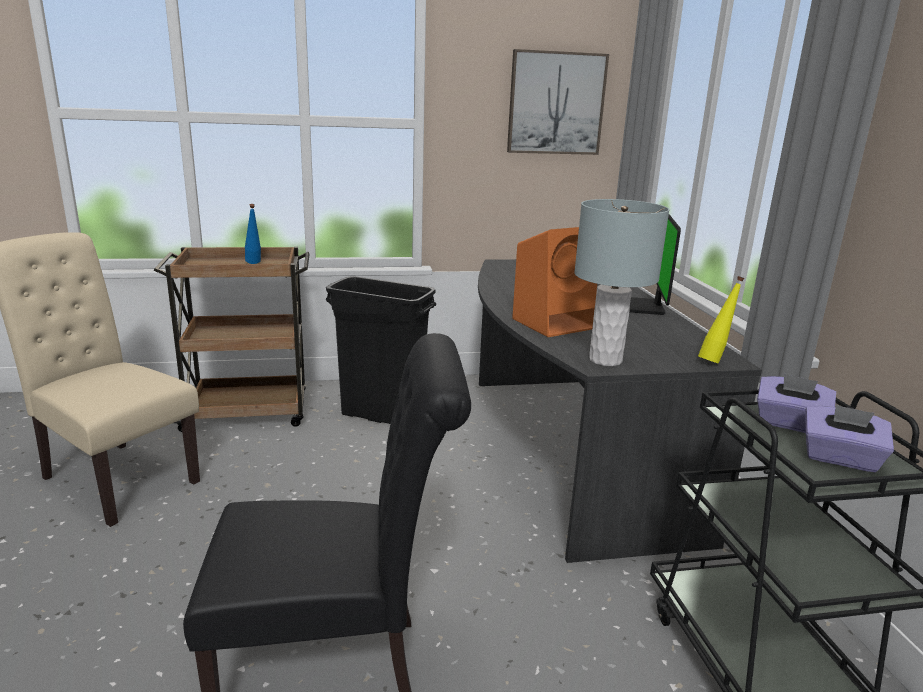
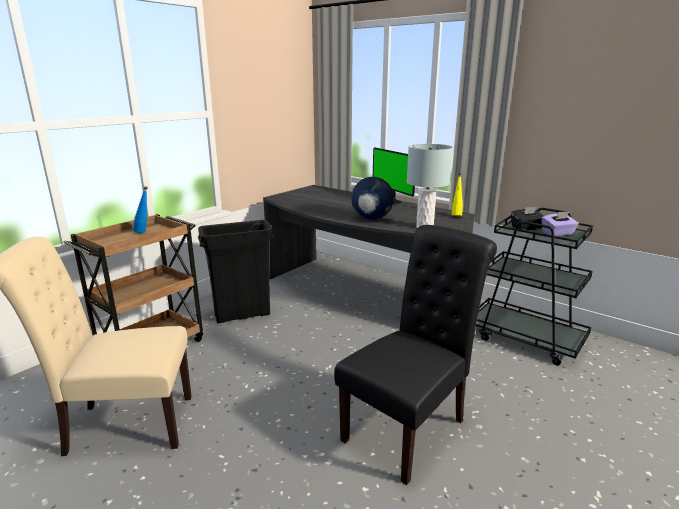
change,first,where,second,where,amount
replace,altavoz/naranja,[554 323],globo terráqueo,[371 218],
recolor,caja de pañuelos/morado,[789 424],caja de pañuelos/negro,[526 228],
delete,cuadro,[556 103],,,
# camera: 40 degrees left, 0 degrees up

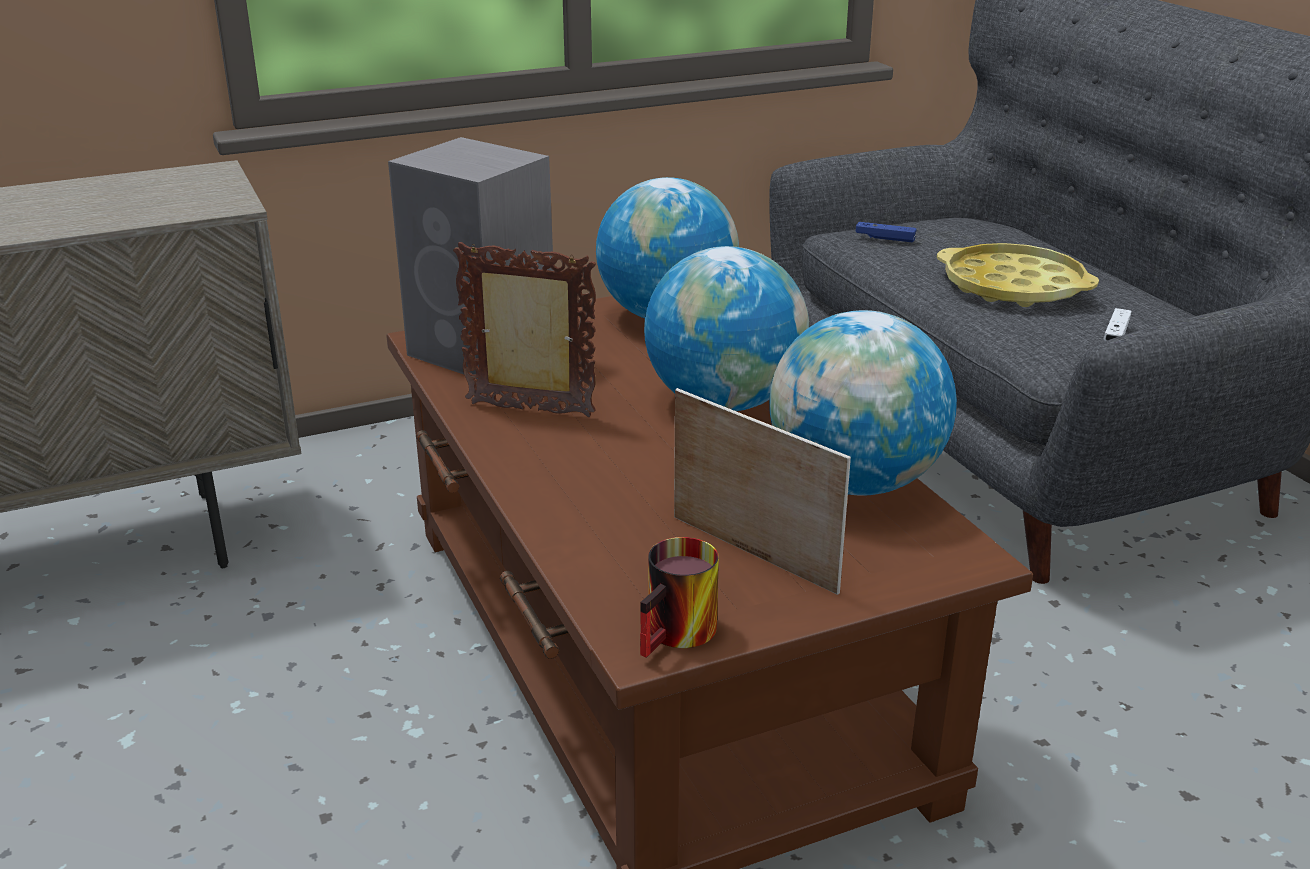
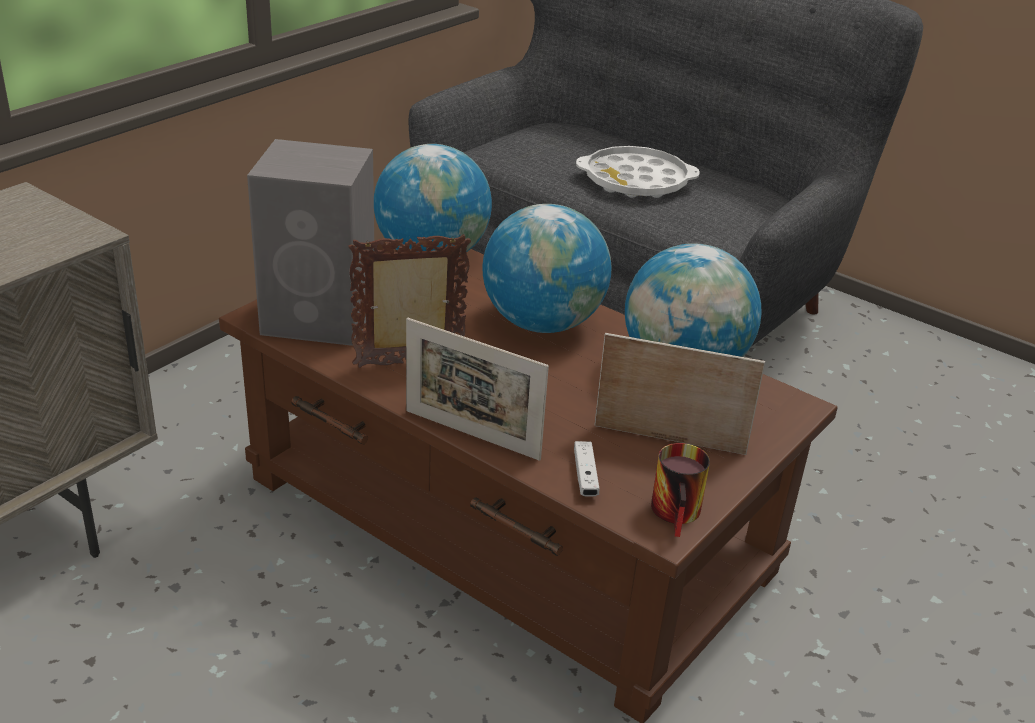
change,first,where,second,where,amount
insert,,,portarretratos,[471 434],
move,mando de consola/blanco,[1116 334],,[585 476],
recolor,bandeja/amarillo,[1013 287],bandeja/blanco,[636 181],
delete,mando de consola/azul,[885 238],,,
# camera: 30 degrees left, 5 degrees up

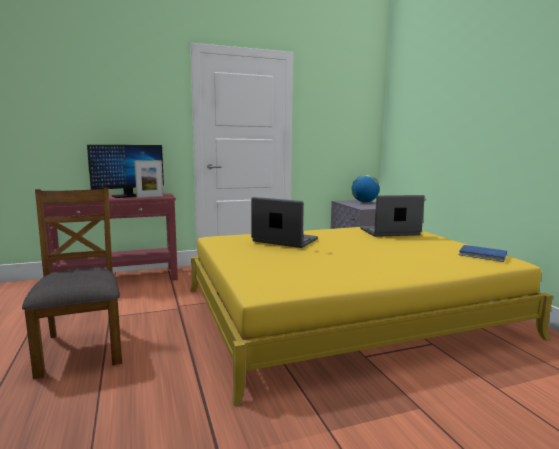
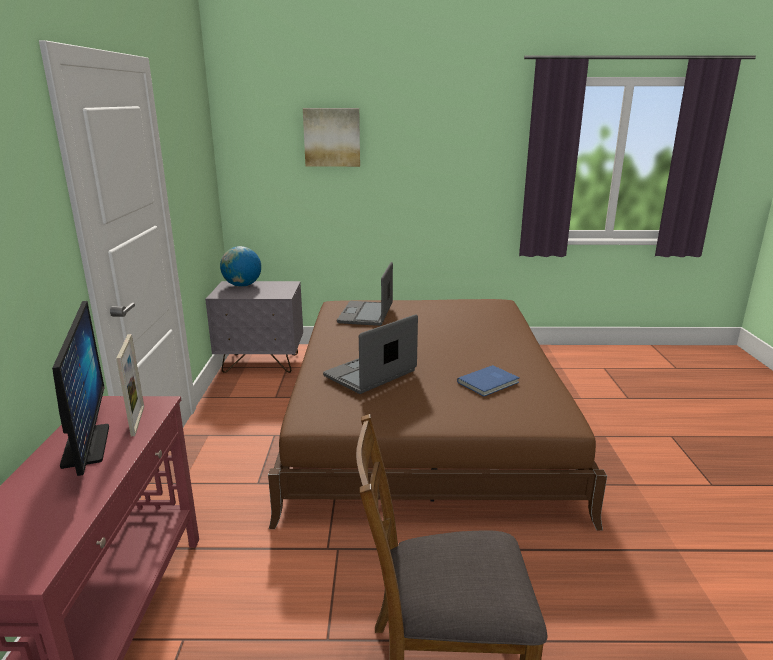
change,first,where,second,where,amount
recolor,cama/amarillo,[346 312],cama/marrón,[423 418],
insert,,,cuadro,[332 137],
move,libro/azul,[483 255],,[489 382],
# camera: 70 degrees left, 10 degrees up

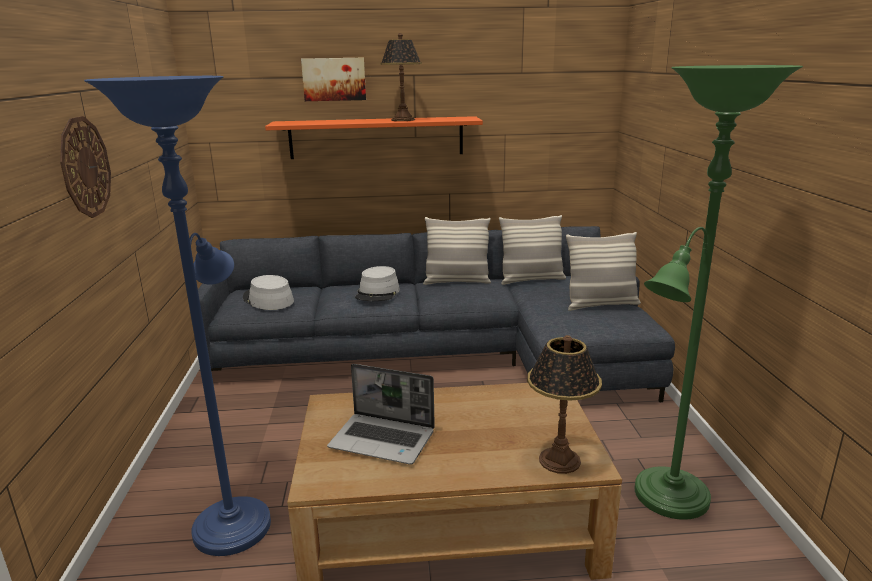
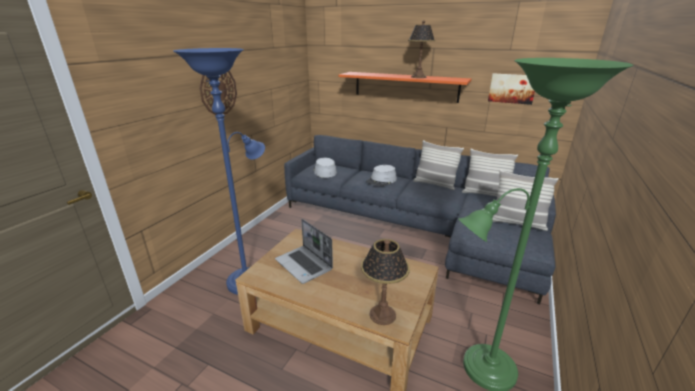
change,first,where,second,where,amount
move,cuadro,[334 79],,[512 88],
# camera: 30 degrees right, 5 degrees up

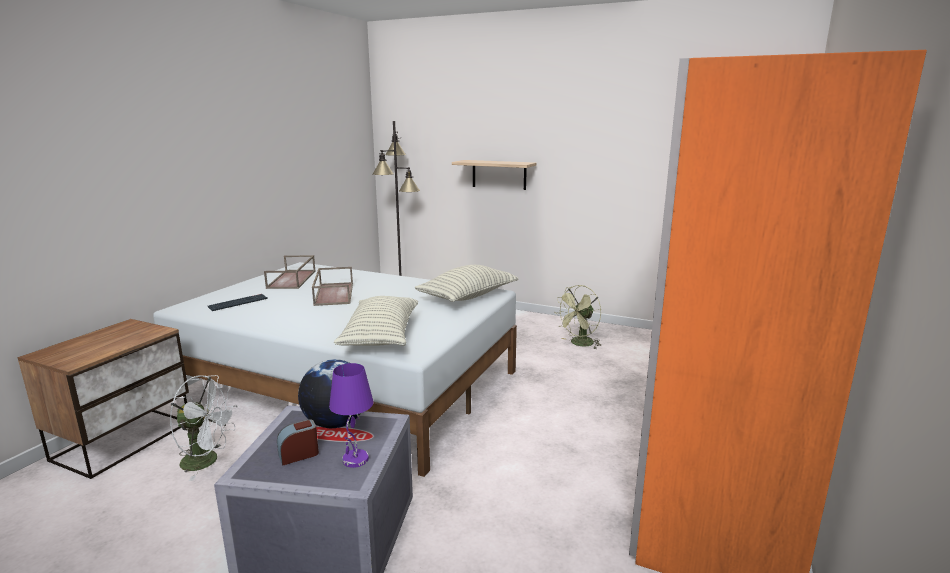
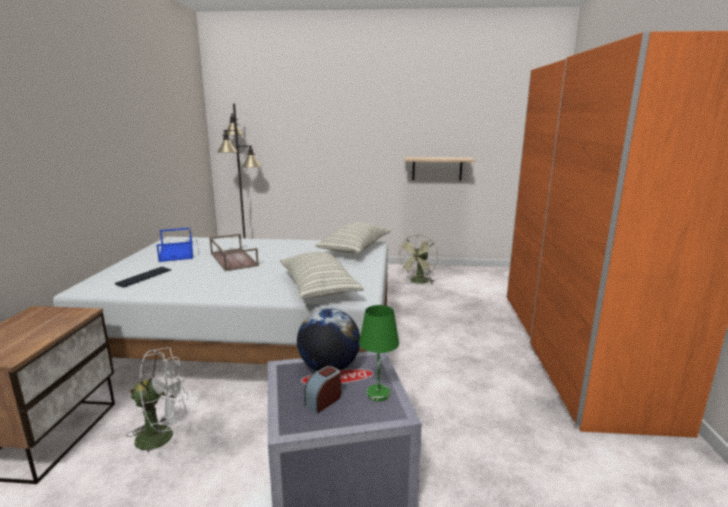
change,first,where,second,where,amount
recolor,bandeja/marrón,[292 279],bandeja/azul,[177 251],
recolor,lámpara de mesa/morado,[355 460],lámpara de mesa/verde,[378 394],
move,estante,[499 174],,[437 168],
# camera: 20 degrees left, 0 degrees up

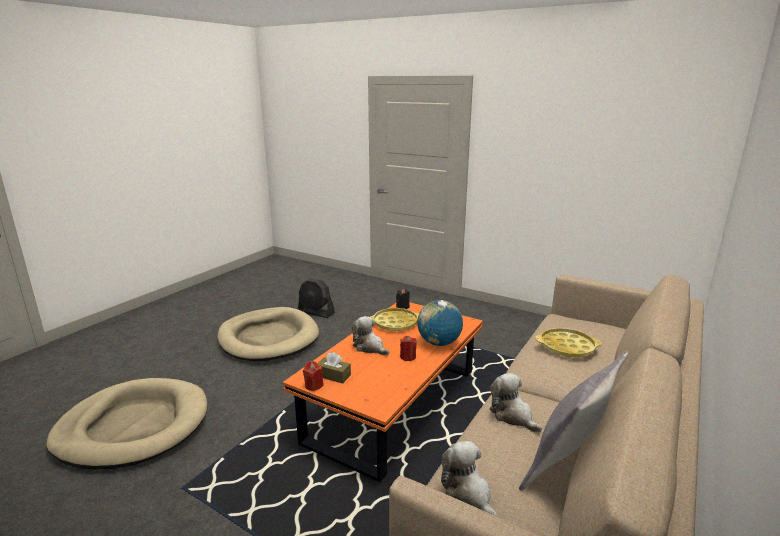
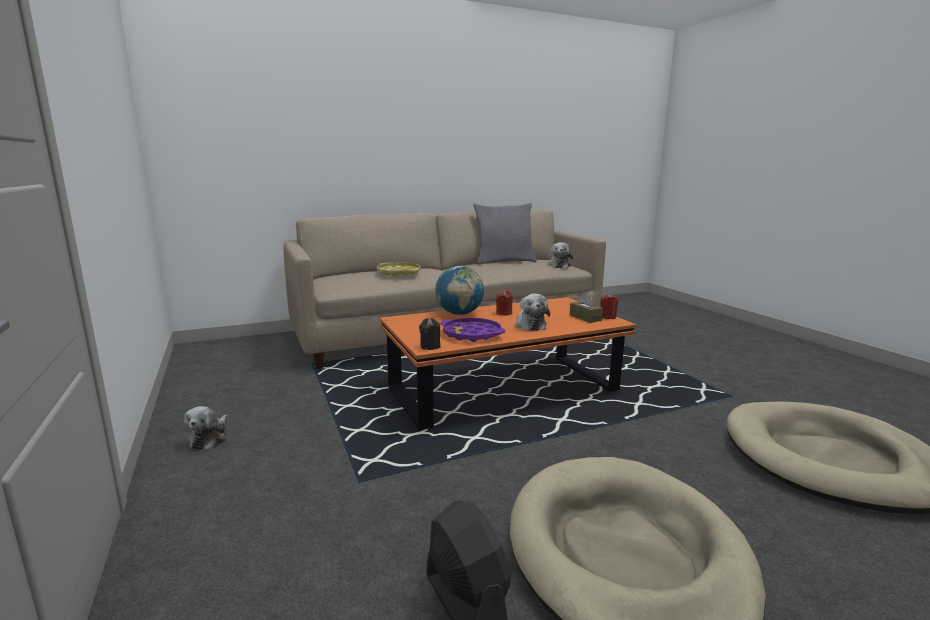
change,first,where,second,where,amount
move,peluche,[513 415],,[210 438],
recolor,bandeja/amarillo,[395 323],bandeja/morado,[472 334],
# camera: 145 degrees left, 5 degrees down

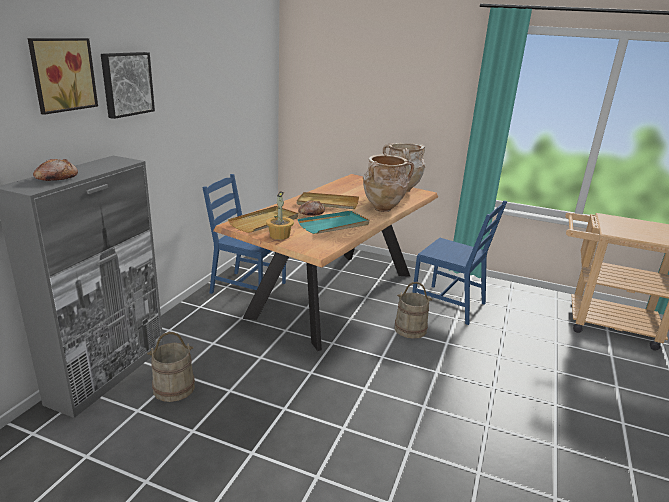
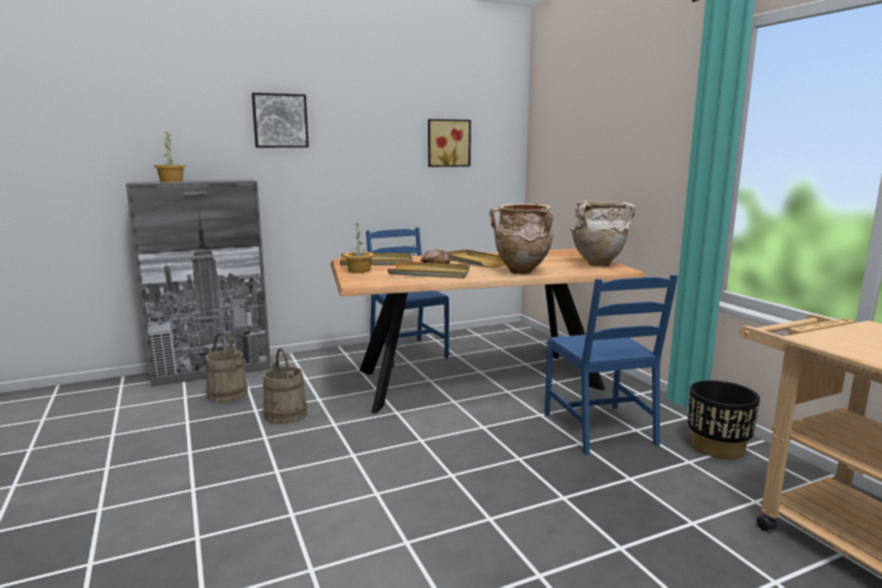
change,first,where,second,where,amount
replace,pan,[56 178],planta en maceta,[171 181],
move,cubo/beis,[410 329],,[286 414],
recolor,bandeja/turquesa,[334 225],bandeja/beis,[430 273],
move,cuadro,[61 74],,[448 143],
insert,,,maceta/negro,[717 447],
# camera: 45 degrees right, 10 degrees down

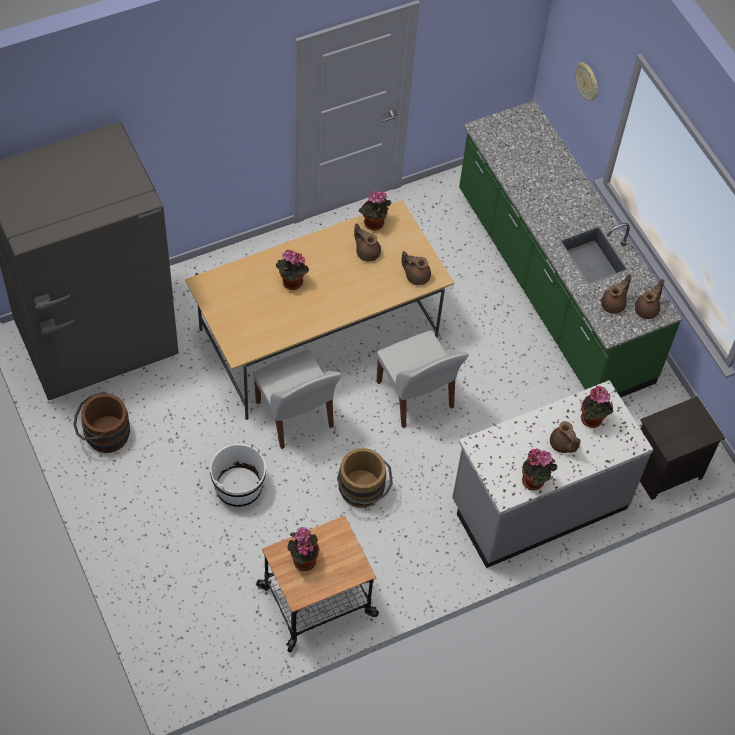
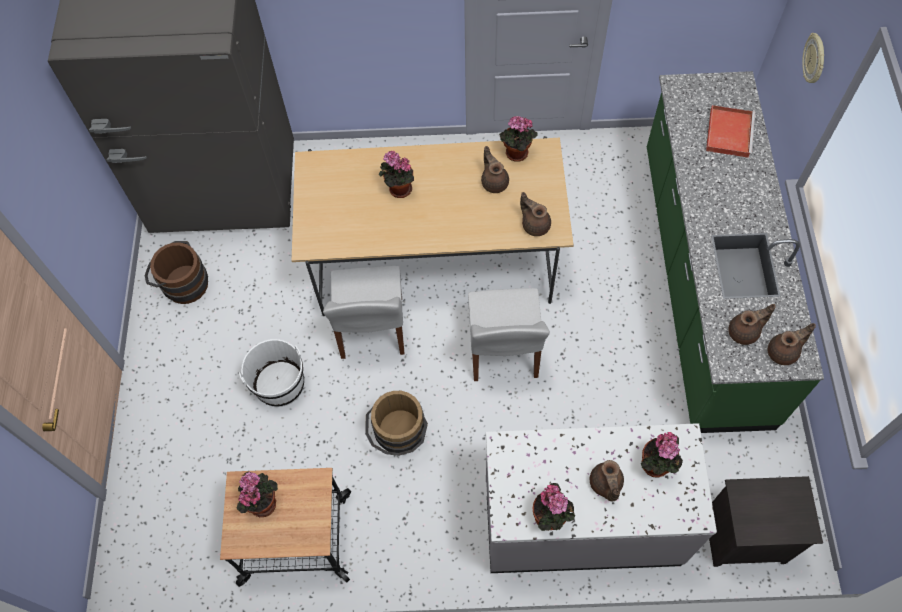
change,first,where,second,where,amount
insert,,,bandeja/rojo,[729 132],
# camera: 30 degrees right, 5 degrees up

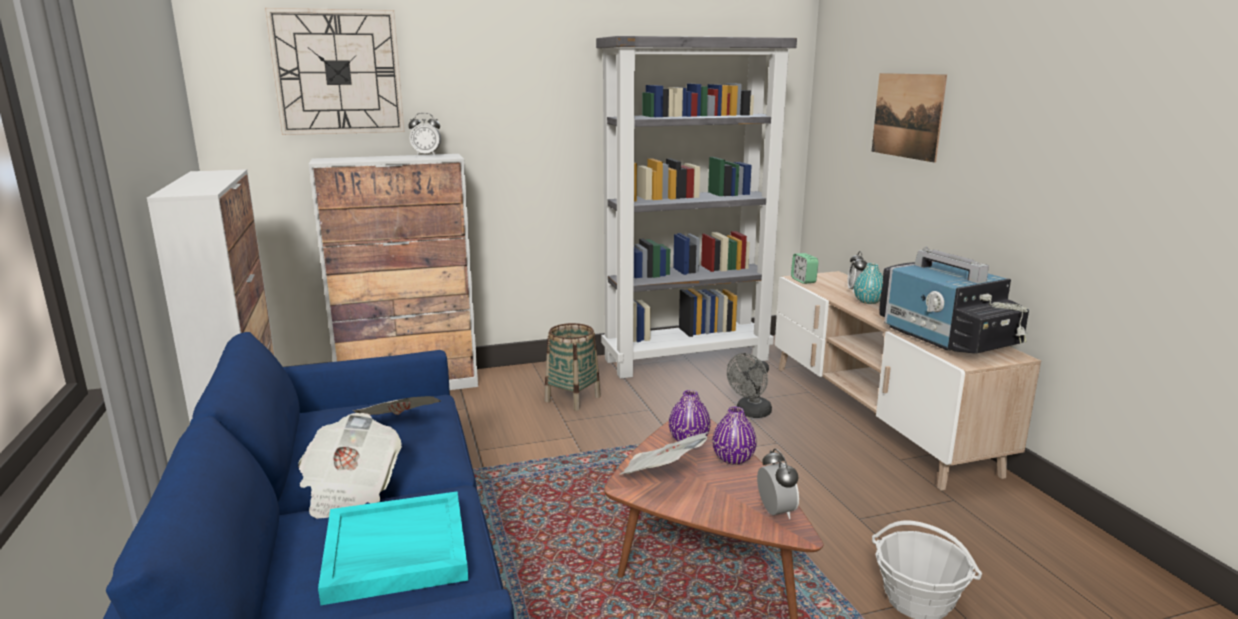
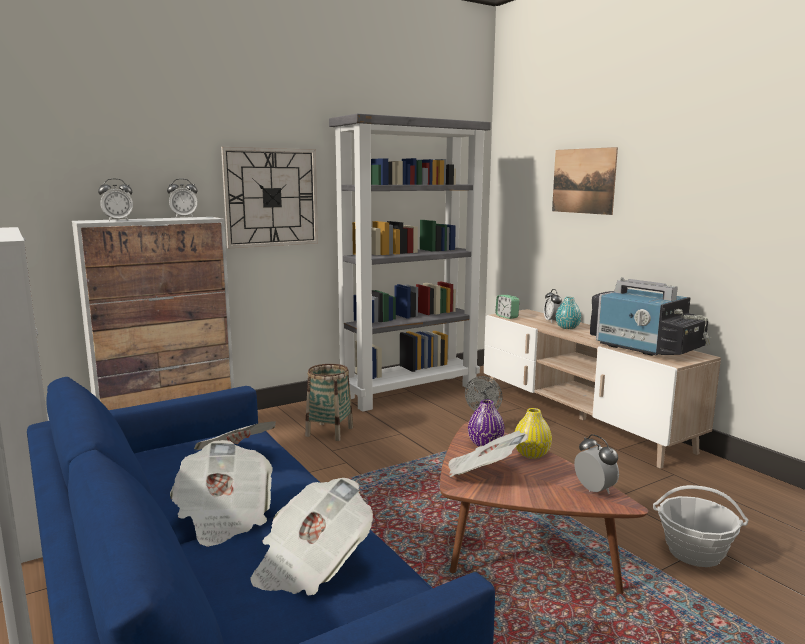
change,first,where,second,where,amount
insert,,,despertador,[118 220],
move,reloj de pared,[338 72],,[271 197],
replace,bandeja/turquesa,[395 551],periódico,[310 564],
recolor,florero/morado,[733 459],florero/amarillo,[531 454],
# camera: 15 degrees left, 5 degrees down

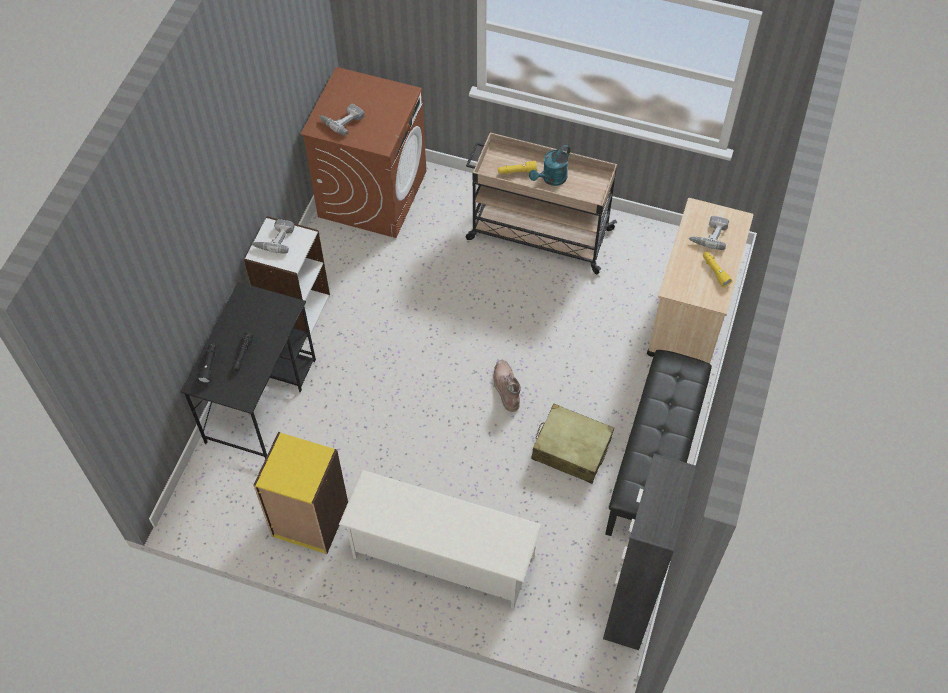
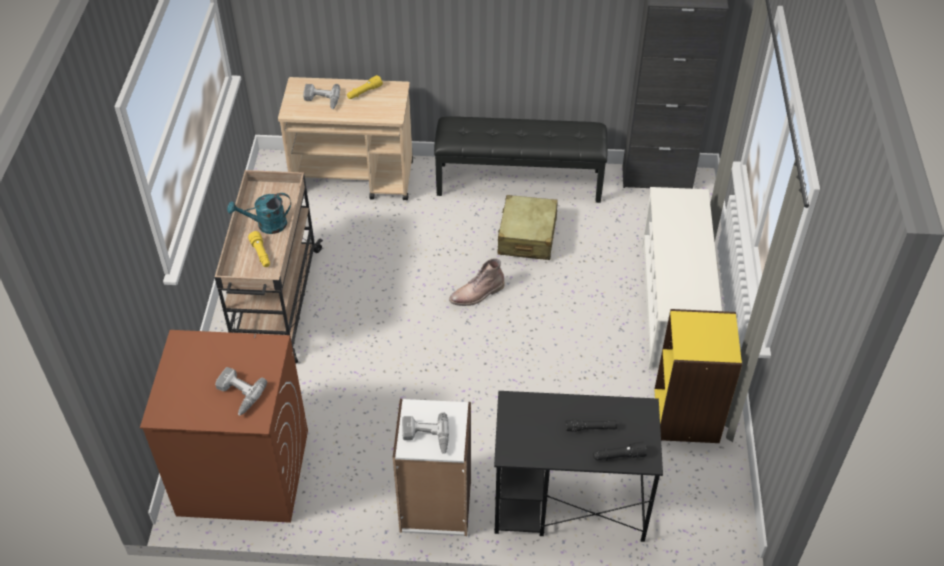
change,first,where,second,where,amount
rotate,regadera/turquesa,[551 179],,[266 225],135 degrees clockwise
# camera: 105 degrees left, 10 degrees down

